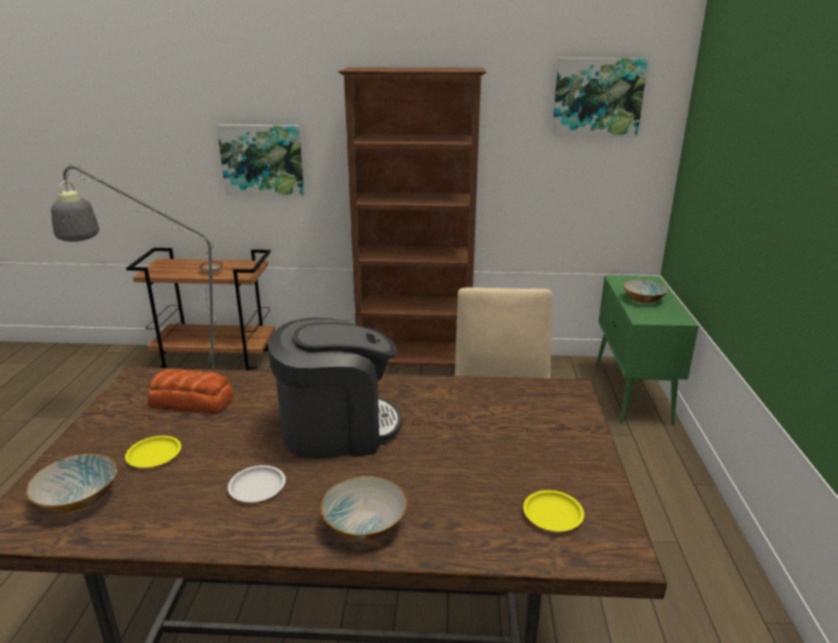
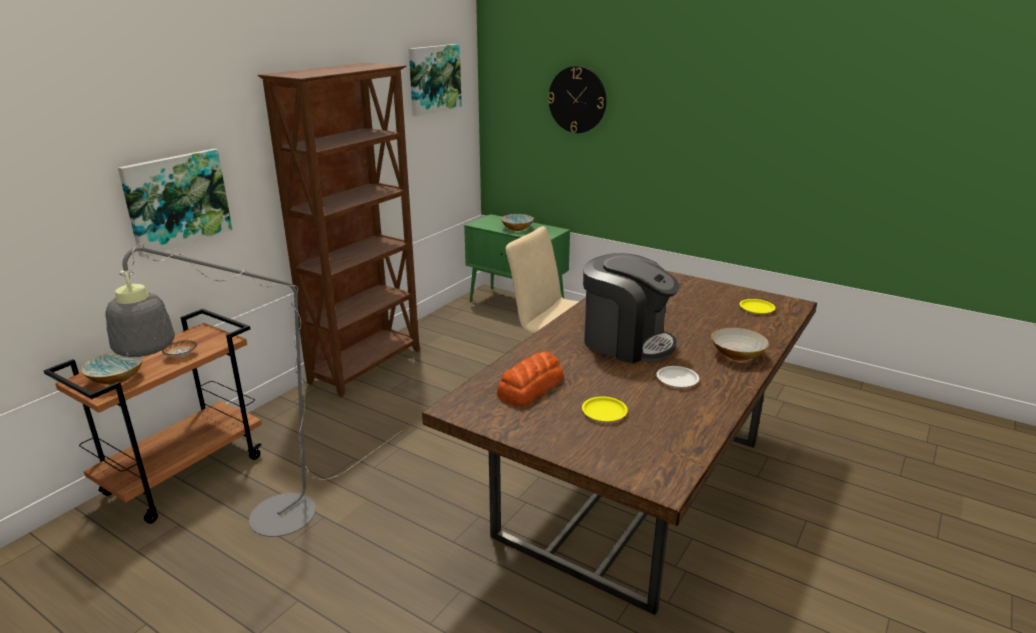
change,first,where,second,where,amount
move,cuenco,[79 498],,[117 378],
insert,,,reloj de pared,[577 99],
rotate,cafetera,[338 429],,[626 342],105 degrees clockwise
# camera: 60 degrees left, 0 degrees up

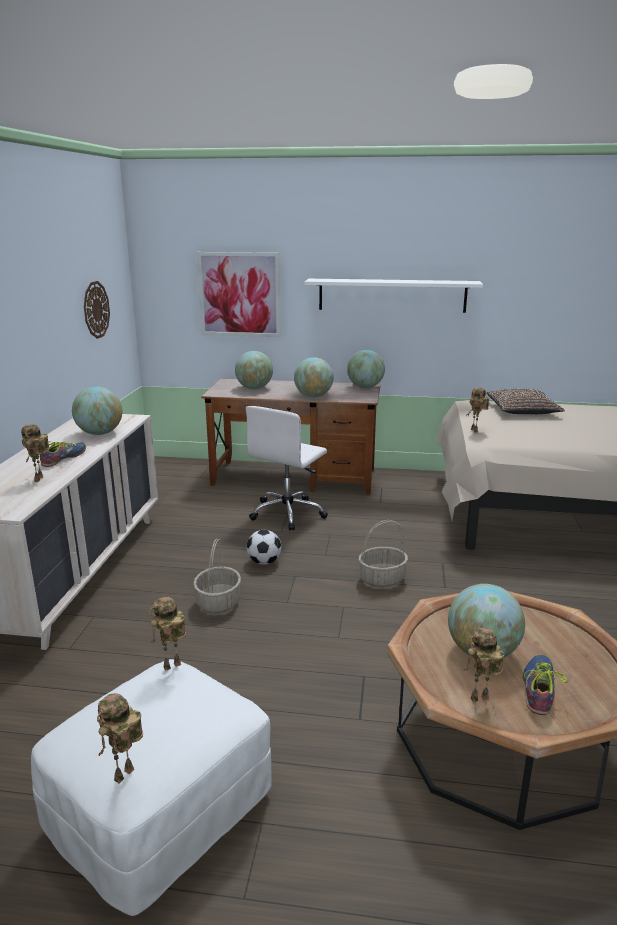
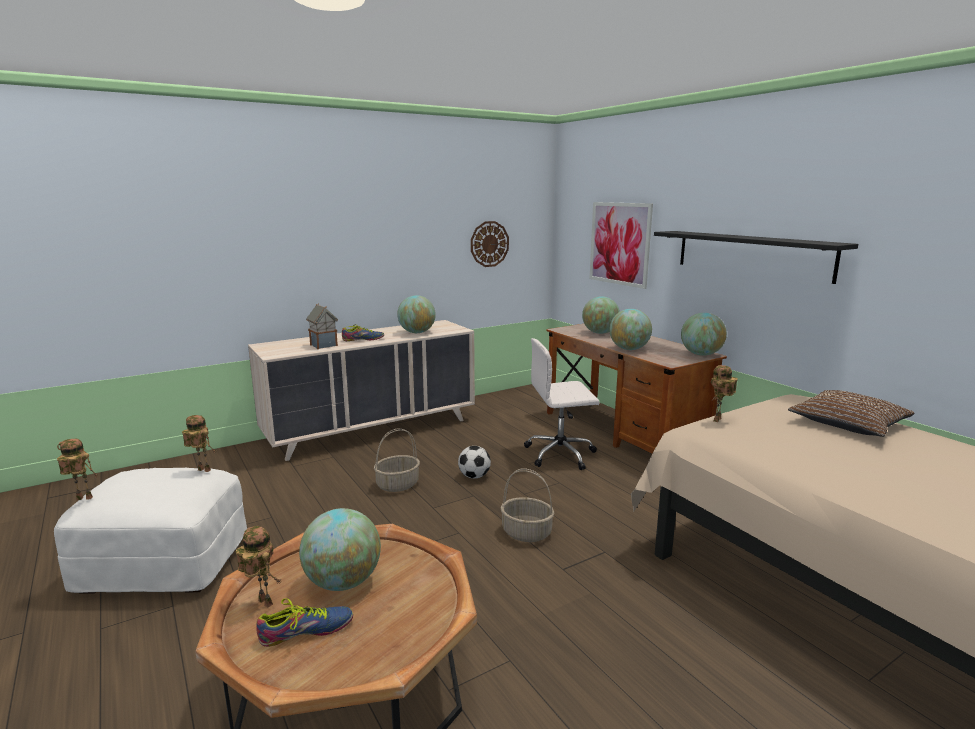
change,first,where,second,where,amount
replace,robot de juguete,[40 479],casita,[324 345],
recolor,estante/blanco,[392 295],estante/negro,[751 254],
# camera: 50 degrees right, 5 degrees down

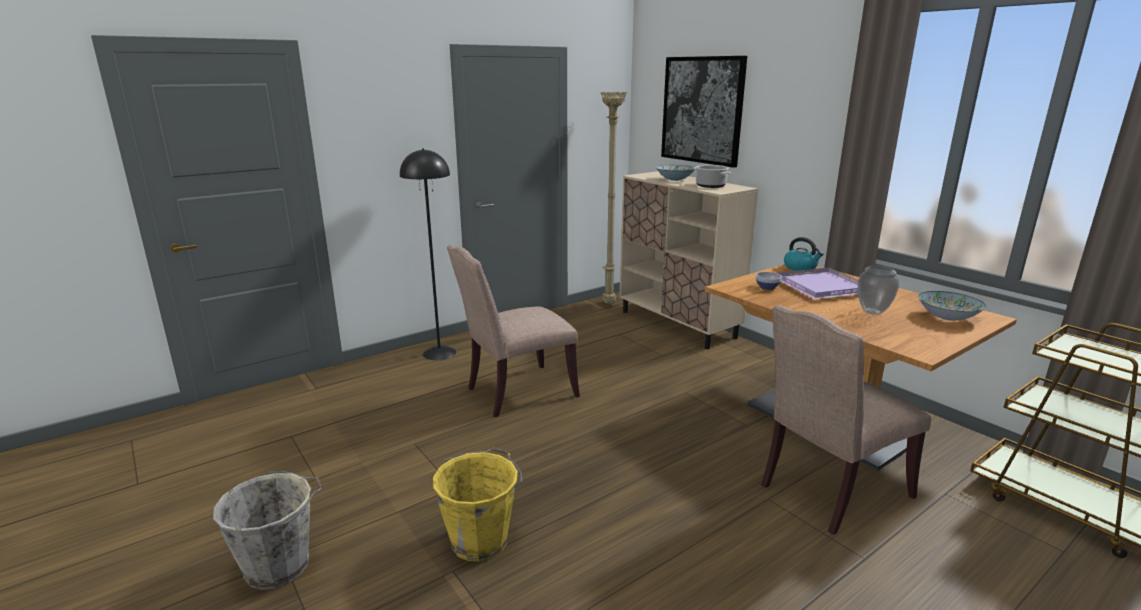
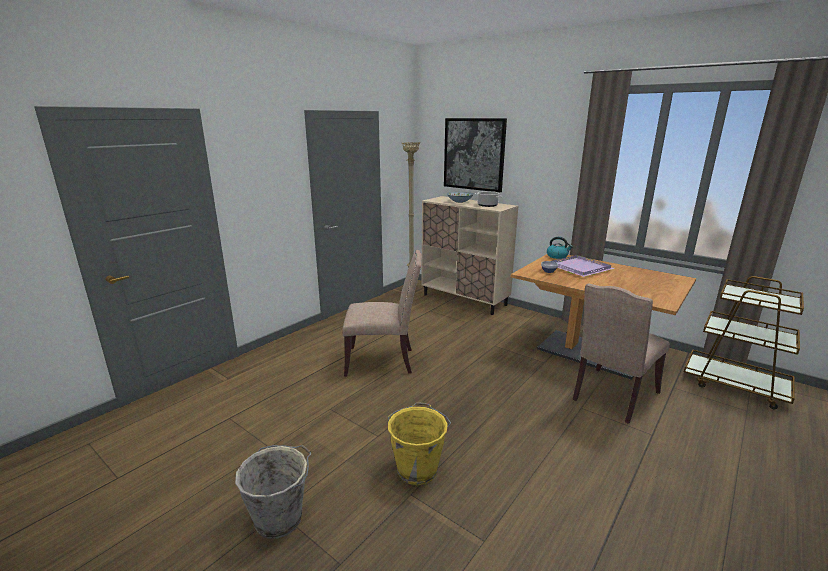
change,first,where,second,where,amount
rotate,silla/beis,[517 393],,[383 361],135 degrees counterclockwise
delete,lámpara de pie/negro,[440 353],,,
delete,florero,[872 312],,,
delete,cuenco,[947 317],,,
# camera: 15 degrees left, 0 degrees up

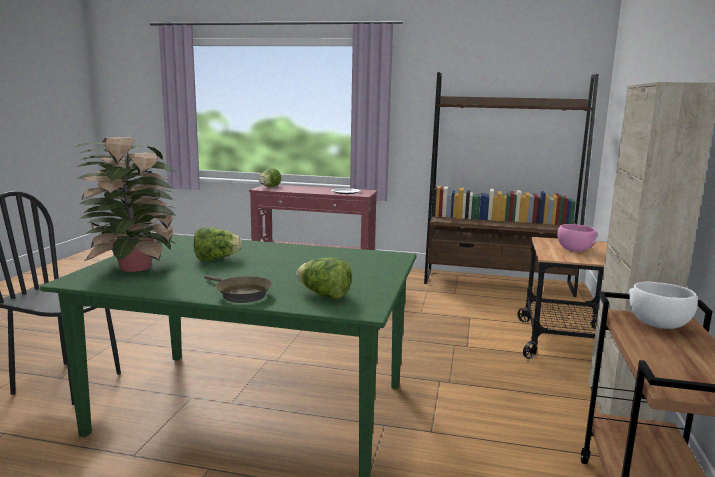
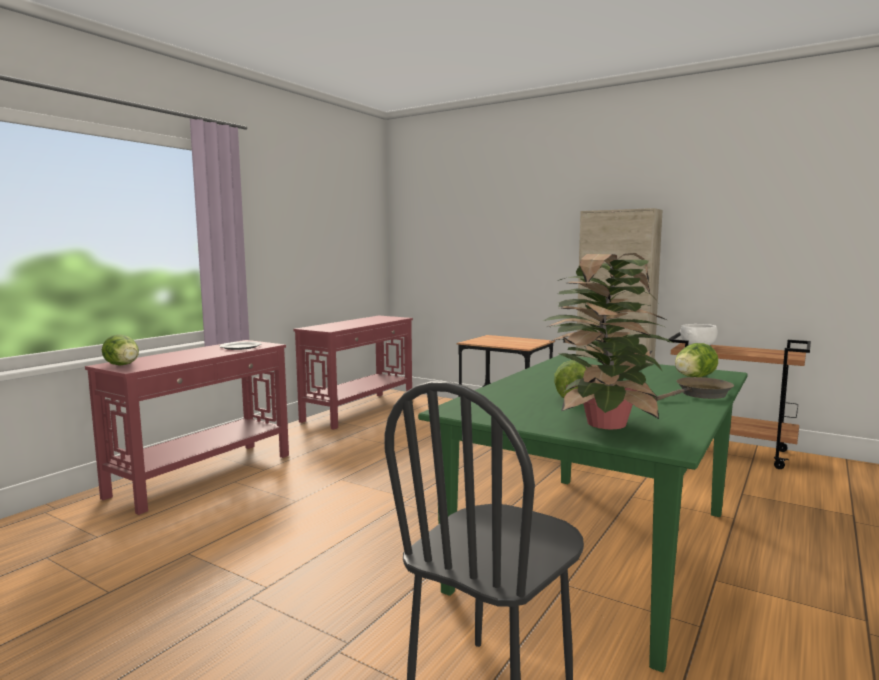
change,first,where,second,where,amount
replace,estantería/marrón,[498 283],mesa consola/rojo,[360 410],
delete,cuenco/rosa,[574 250],,,
# camera: 70 degrees left, 5 degrees down

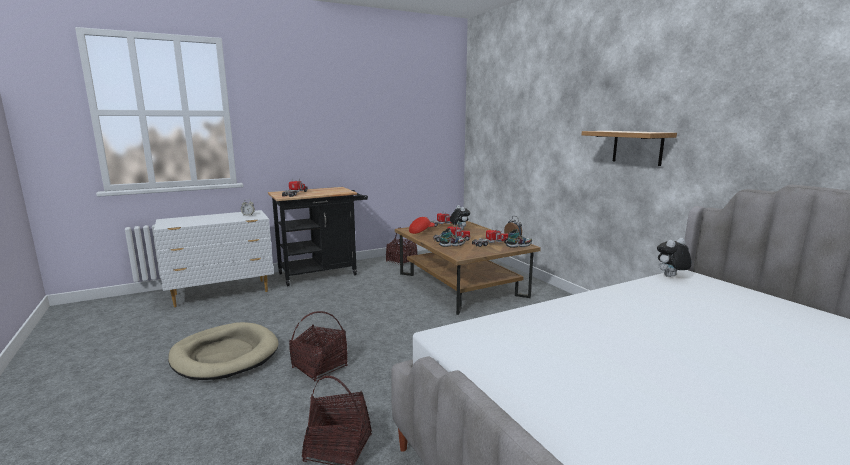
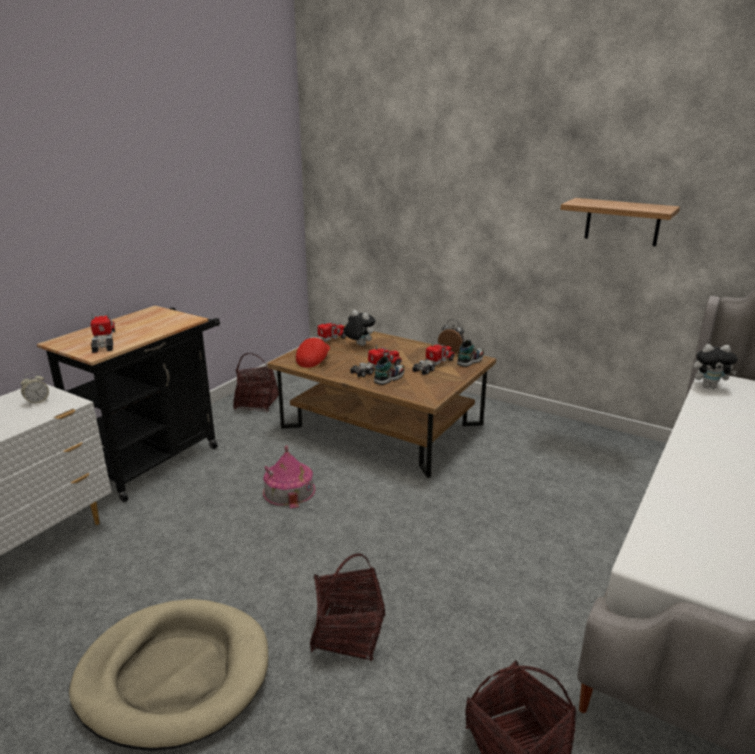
change,first,where,second,where,amount
insert,,,casita,[289 490],
rotate,peluche,[671 277],,[709 386],120 degrees counterclockwise
# camera: 30 degrees left, 10 degrees up

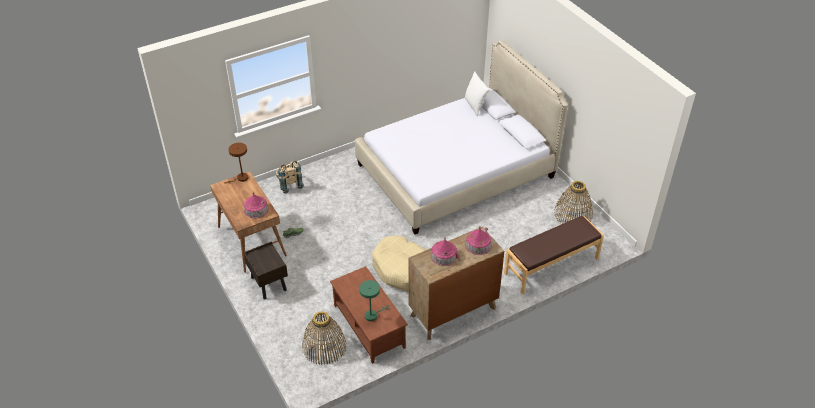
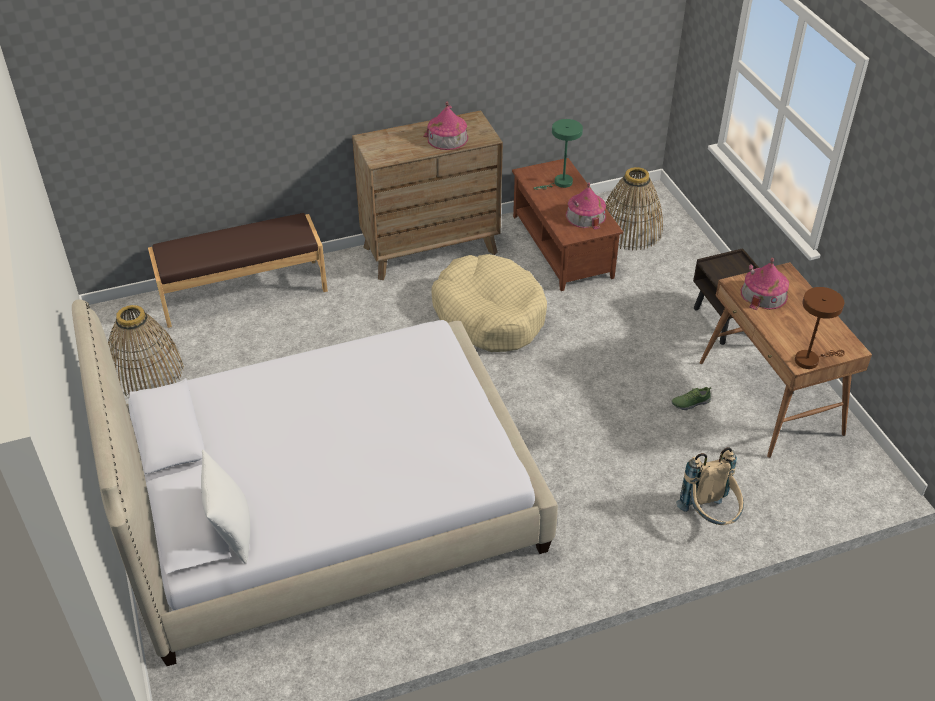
change,first,where,second,where,amount
move,casita,[478 245],,[585 216],
# camera: 170 degrees left, 0 degrees up

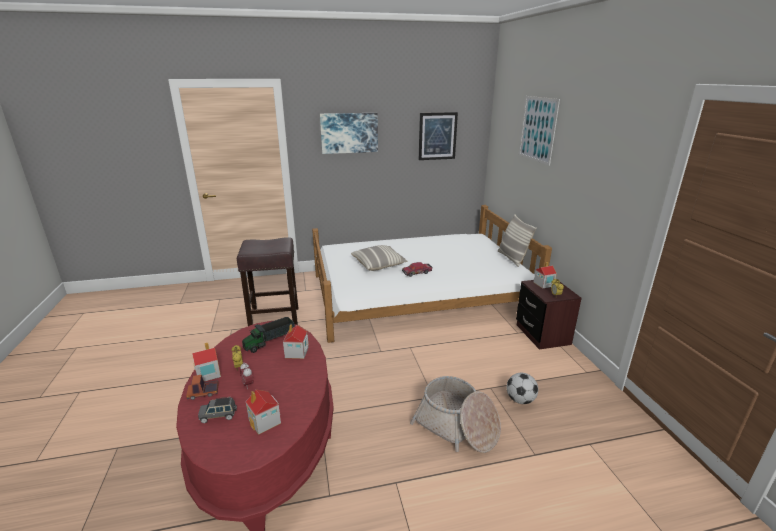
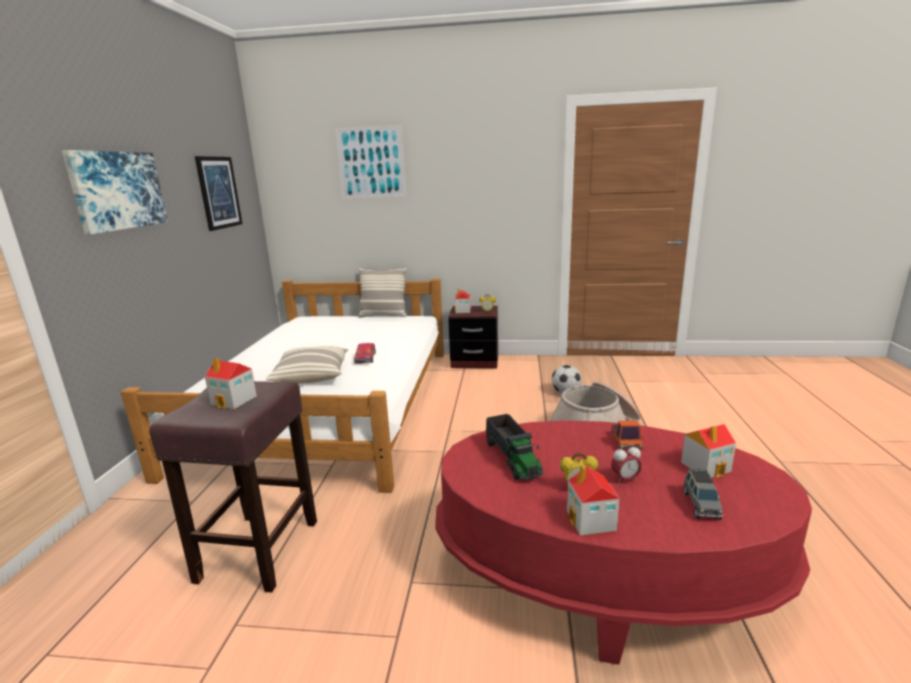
change,first,where,second,where,amount
move,casita,[296 352],,[234 400],
move,camión de juguete,[203 393],,[626 442],
# camera: 70 degrees left, 5 degrees down

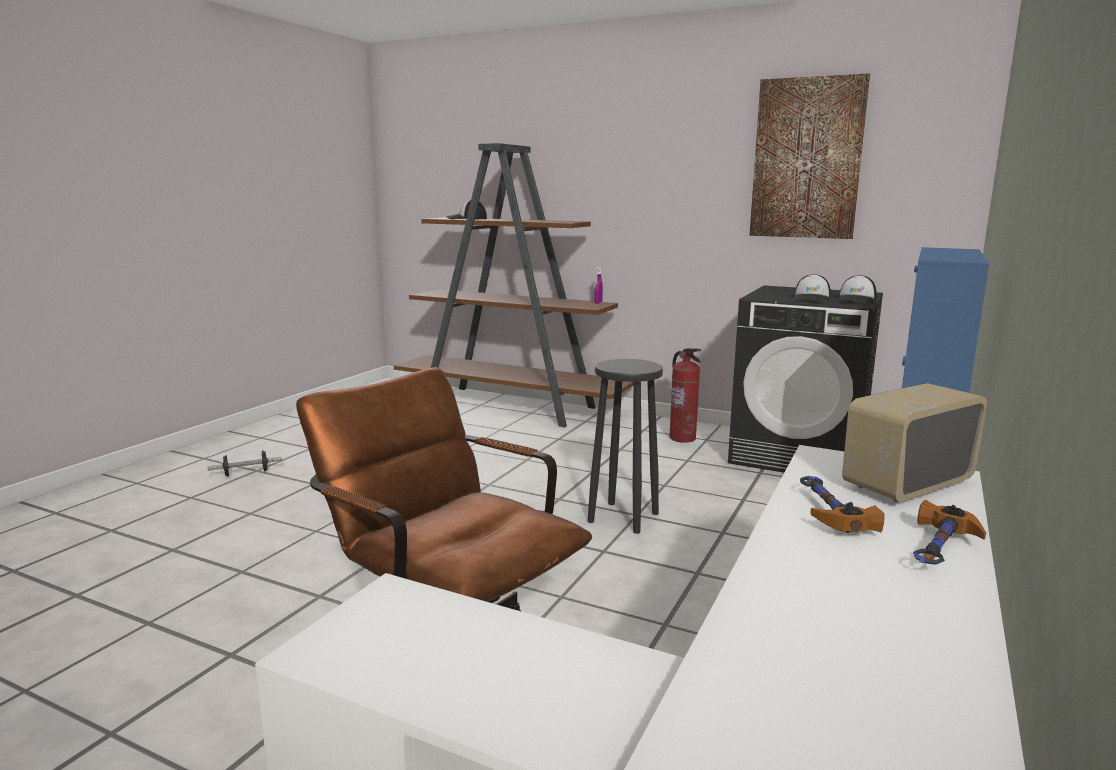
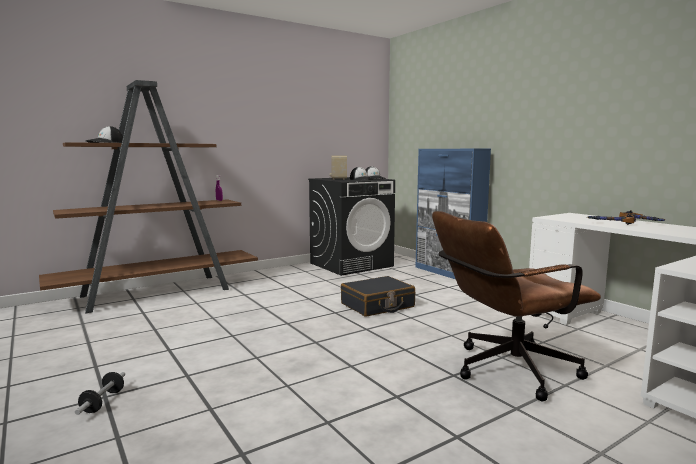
change,first,where,second,where,amount
move,radio,[906 485],,[338 179],
replace,taburete/negro,[624 517],maleta/negro,[377 306],
delete,extintor,[682 438],,,
delete,cuadro,[807 159],,,
# camera: 60 degrees left, 5 degrees down

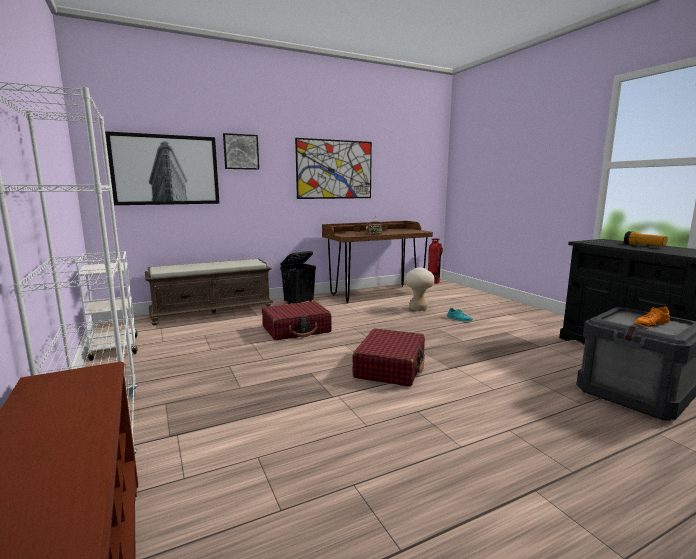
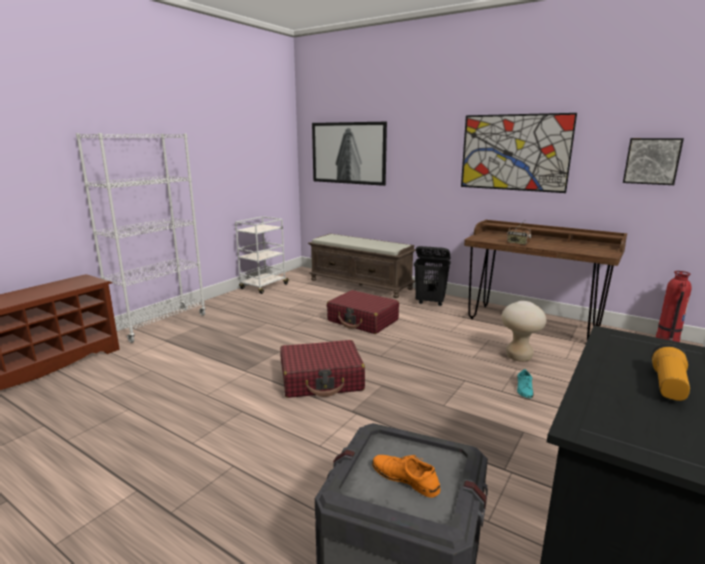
change,first,where,second,where,amount
move,cuadro,[241 152],,[652 161],
# camera: 60 degrees right, 5 degrees up

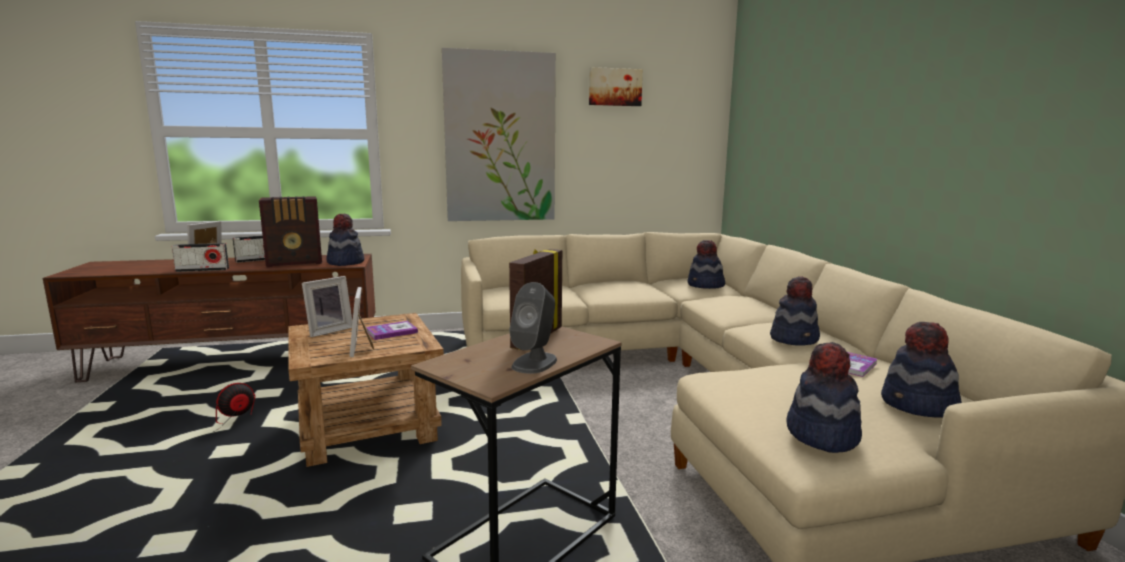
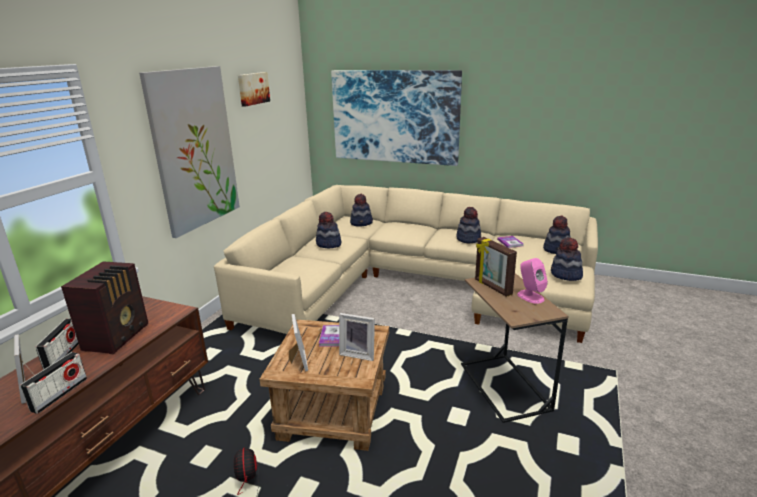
change,first,where,second,where,amount
move,sombrero,[345 262],,[328 244],
insert,,,cuadro,[395 117],
recolor,altavoz/gris,[534 363],altavoz/rosa,[530 296],
# camera: 55 degrees left, 10 degrees up

